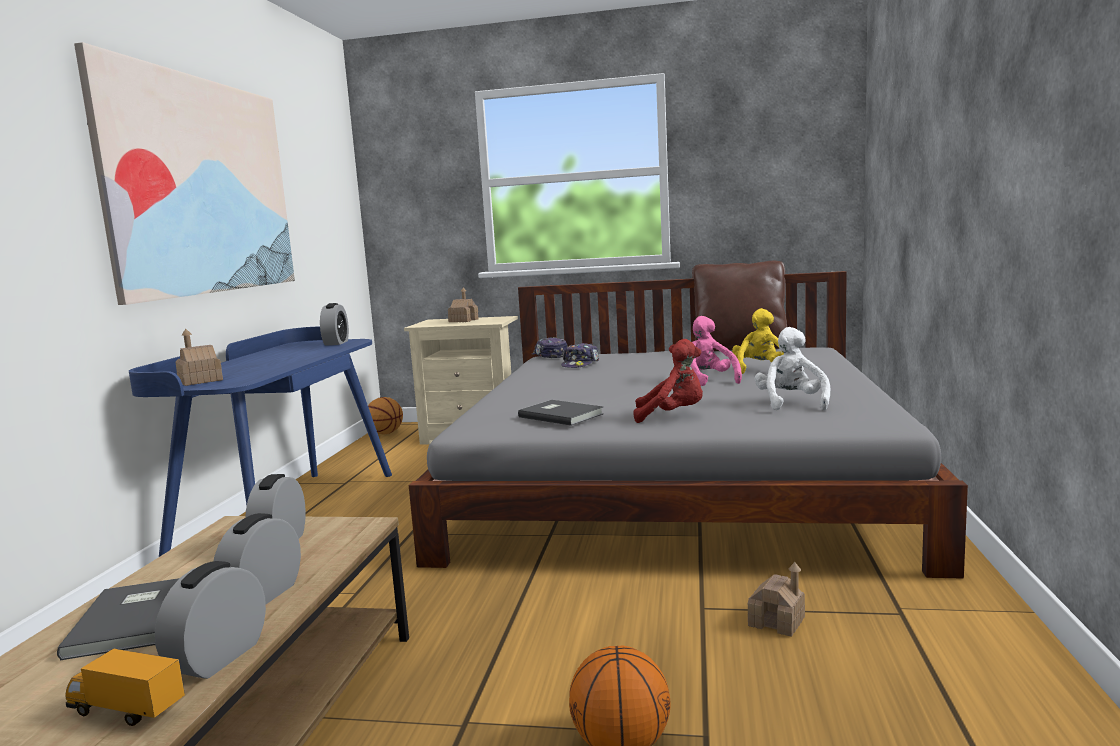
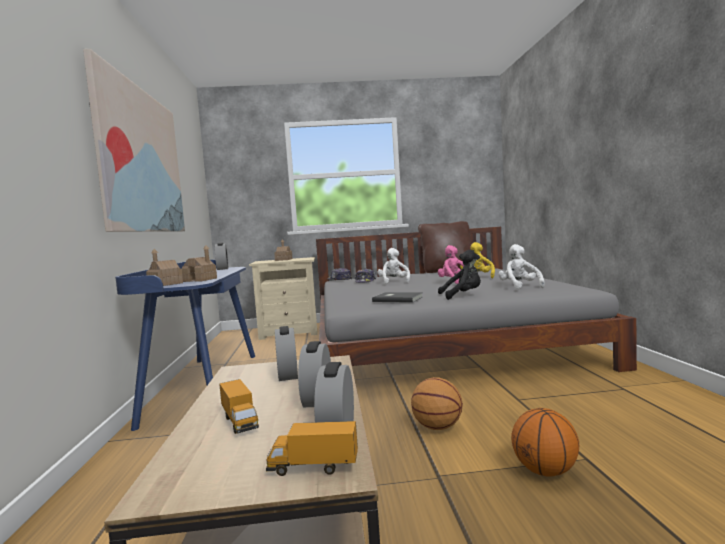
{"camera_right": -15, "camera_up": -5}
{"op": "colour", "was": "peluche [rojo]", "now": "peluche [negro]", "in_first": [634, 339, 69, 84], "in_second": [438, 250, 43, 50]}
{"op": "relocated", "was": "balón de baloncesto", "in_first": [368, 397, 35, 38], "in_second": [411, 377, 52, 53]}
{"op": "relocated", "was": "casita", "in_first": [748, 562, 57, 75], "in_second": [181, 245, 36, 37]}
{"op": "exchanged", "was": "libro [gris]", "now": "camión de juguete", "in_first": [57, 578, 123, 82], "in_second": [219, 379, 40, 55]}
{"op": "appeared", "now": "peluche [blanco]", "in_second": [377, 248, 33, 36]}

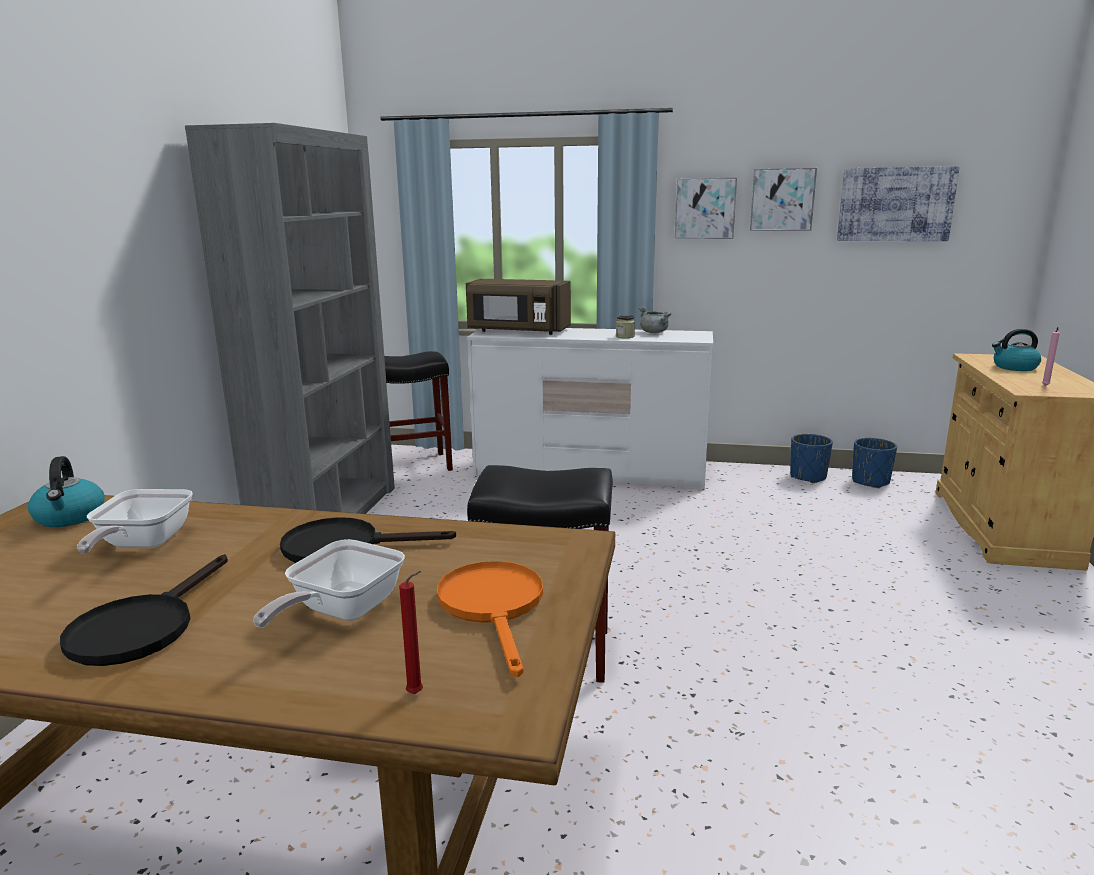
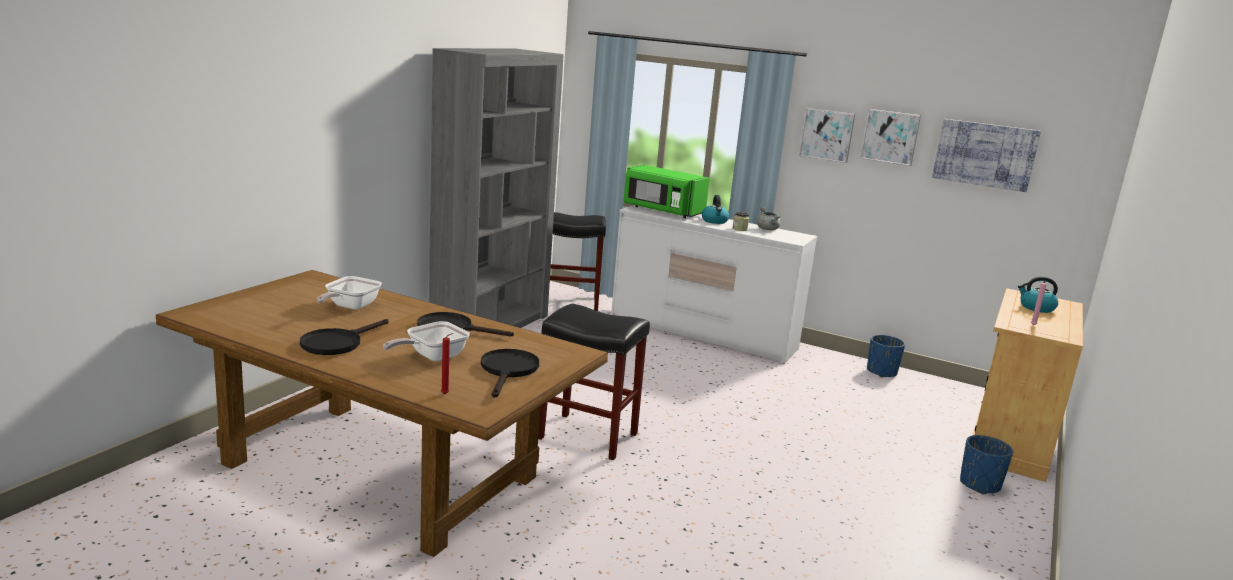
{"camera_right": 15, "camera_up": 0}
{"op": "colour", "was": "microondas [marrón]", "now": "microondas [verde]", "in_first": [466, 279, 105, 56], "in_second": [624, 165, 86, 53]}
{"op": "relocated", "was": "maceta [azul]", "in_first": [852, 438, 45, 50], "in_second": [960, 435, 53, 60]}
{"op": "relocated", "was": "hervidor", "in_first": [28, 456, 77, 71], "in_second": [702, 195, 27, 29]}
{"op": "colour", "was": "sartén [naranja]", "now": "sartén [negro]", "in_first": [437, 561, 106, 116], "in_second": [481, 349, 58, 49]}

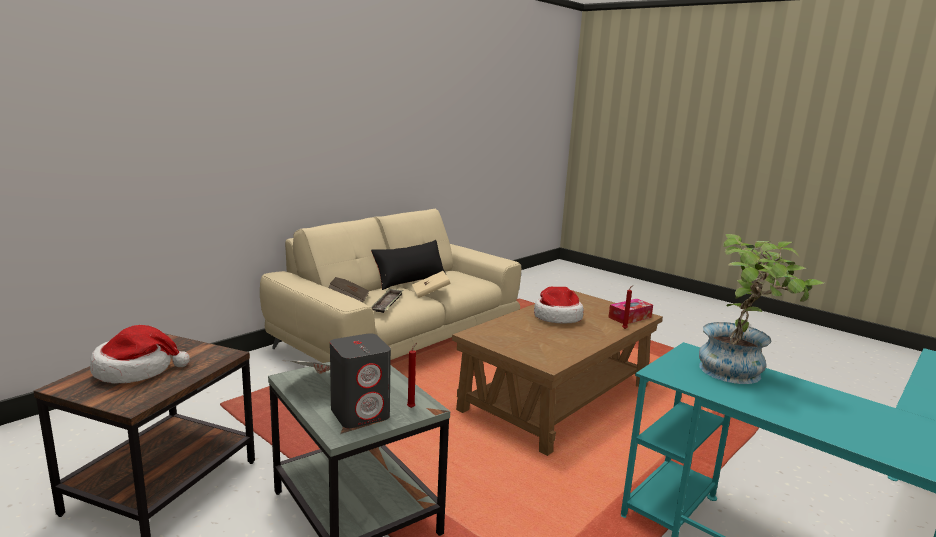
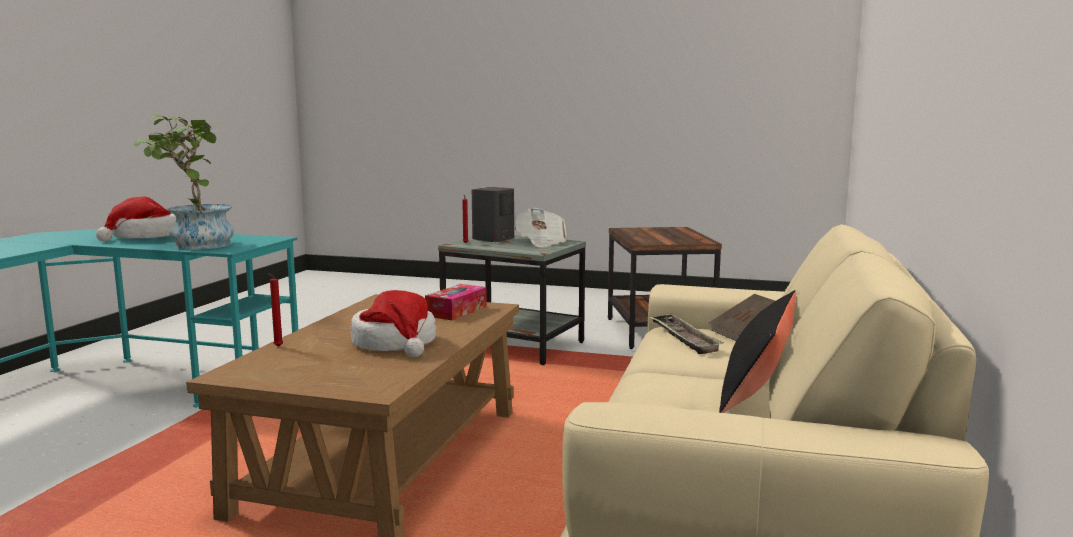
{"camera_right": 155, "camera_up": -5}
{"op": "missing", "was": "libro [beis]", "in_first": [412, 271, 39, 27]}
{"op": "relocated", "was": "caja de pañuelos", "in_first": [608, 299, 45, 25], "in_second": [425, 284, 62, 36]}
{"op": "relocated", "was": "sombrero", "in_first": [90, 325, 100, 59], "in_second": [96, 196, 80, 45]}

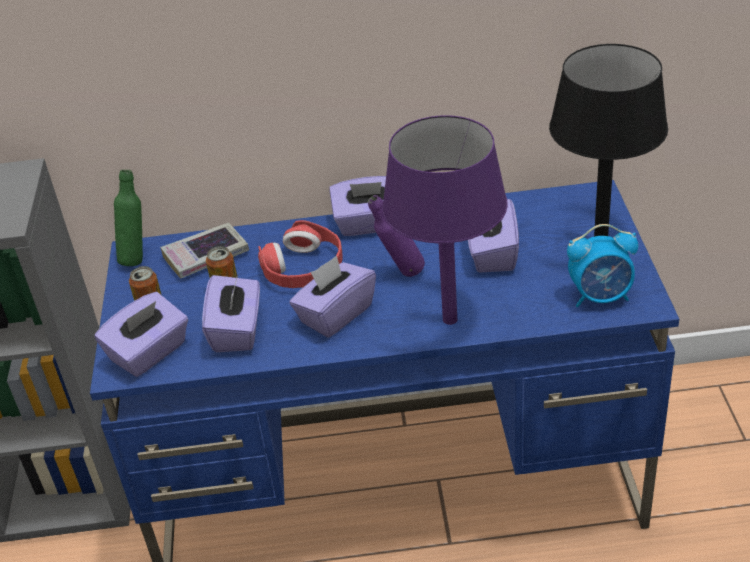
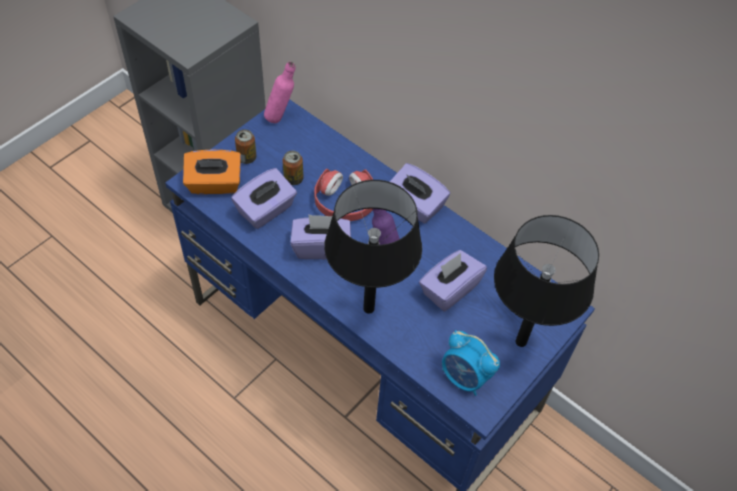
{"camera_right": 40, "camera_up": 15}
{"op": "colour", "was": "lámpara de mesa [morado]", "now": "lámpara de mesa [negro]", "in_first": [382, 115, 126, 210], "in_second": [324, 180, 98, 134]}
{"op": "colour", "was": "botella [verde]", "now": "botella [rosa]", "in_first": [114, 169, 29, 97], "in_second": [264, 62, 32, 61]}
{"op": "missing", "was": "libro", "in_first": [160, 223, 89, 56]}
{"op": "colour", "was": "caja de pañuelos [morado]", "now": "caja de pañuelos [naranja]", "in_first": [95, 292, 93, 85], "in_second": [183, 150, 58, 44]}

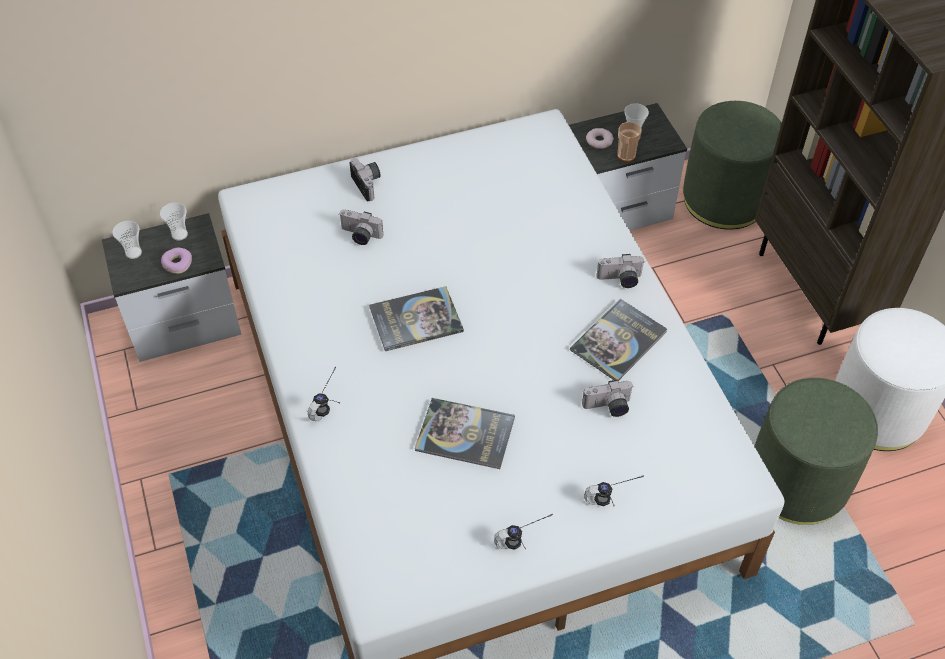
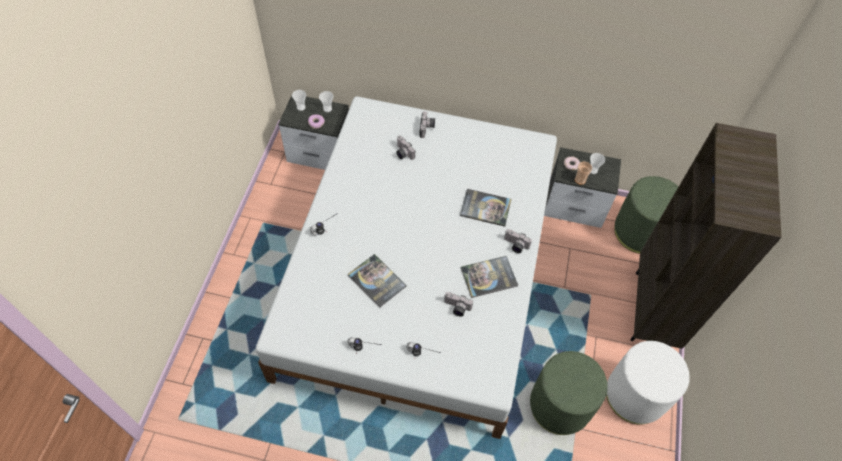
{"camera_right": 30, "camera_up": 5}
{"op": "relocated", "was": "libro", "in_first": [369, 286, 95, 65], "in_second": [460, 189, 51, 38]}

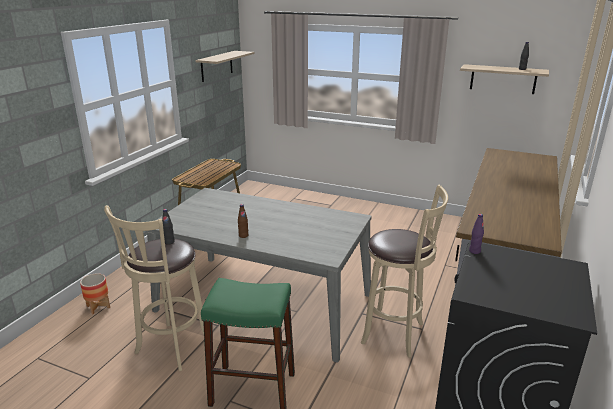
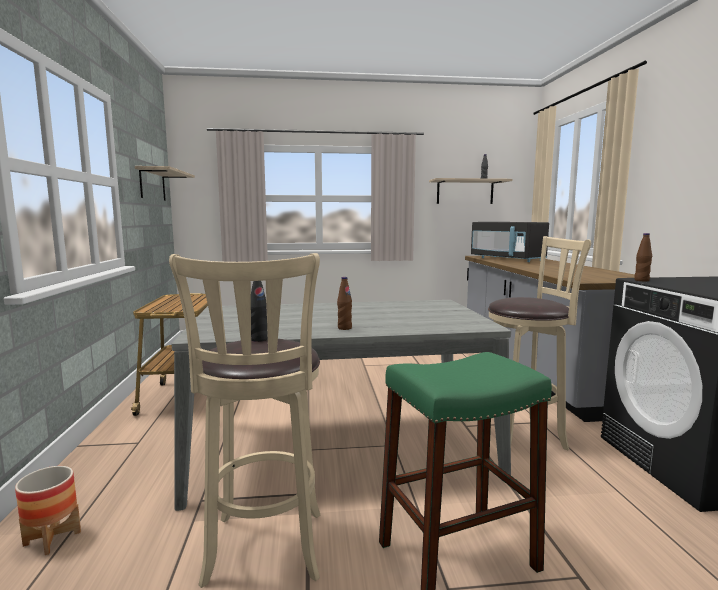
{"camera_right": -30, "camera_up": -15}
{"op": "colour", "was": "botella [morado]", "now": "botella [marrón]", "in_first": [469, 214, 15, 40], "in_second": [634, 233, 18, 48]}
{"op": "appeared", "now": "microondas [negro]", "in_second": [471, 222, 78, 40]}

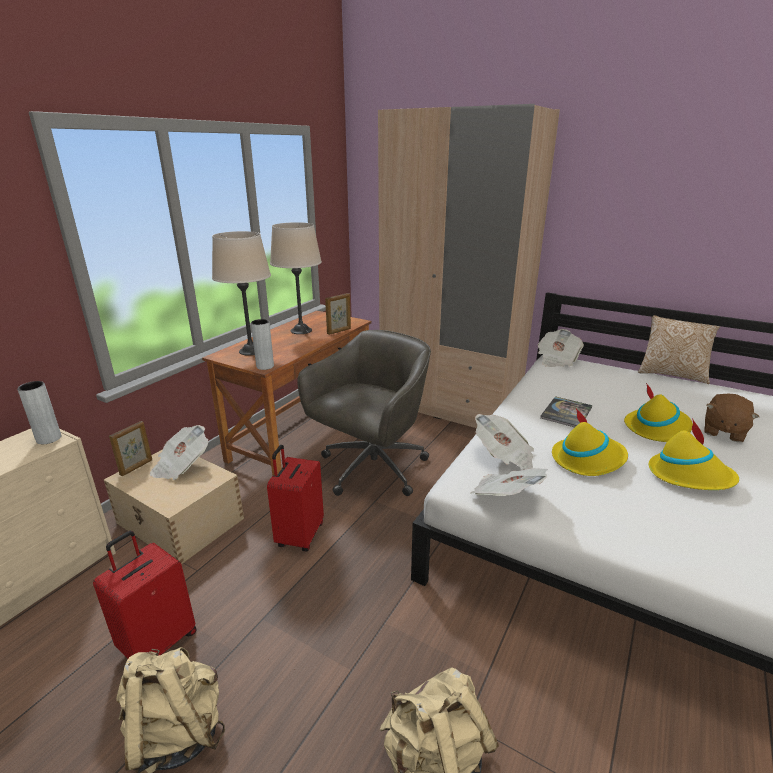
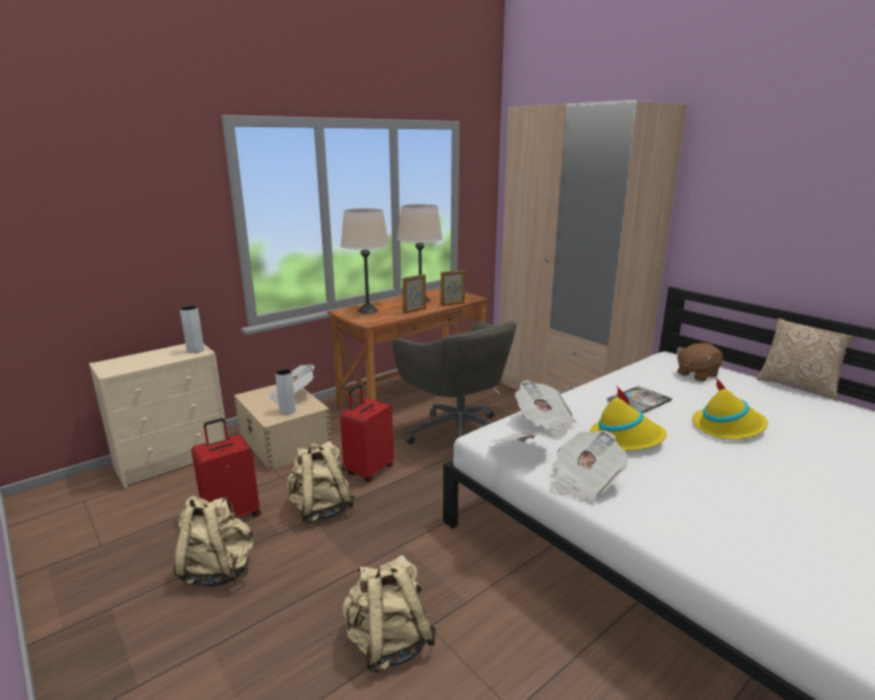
{"camera_right": 20, "camera_up": -5}
{"op": "relocated", "was": "florero [gris]", "in_first": [251, 319, 23, 51], "in_second": [275, 369, 21, 46]}
{"op": "relocated", "was": "periódico", "in_first": [538, 329, 46, 38], "in_second": [549, 431, 79, 69]}
{"op": "spun", "was": "silla de oficina [gris]", "in_first": [297, 330, 134, 166], "in_second": [393, 321, 124, 123], "clockwise": 90}
{"op": "relocated", "was": "peluche [marrón]", "in_first": [704, 394, 55, 48], "in_second": [677, 343, 46, 38]}
{"op": "missing", "was": "sombrero [amarillo]", "in_first": [649, 418, 90, 72]}
{"op": "relocated", "was": "portarretratos", "in_first": [109, 421, 43, 55], "in_second": [402, 274, 24, 39]}
{"op": "appeared", "now": "mochila [beis]", "in_second": [287, 441, 69, 82]}

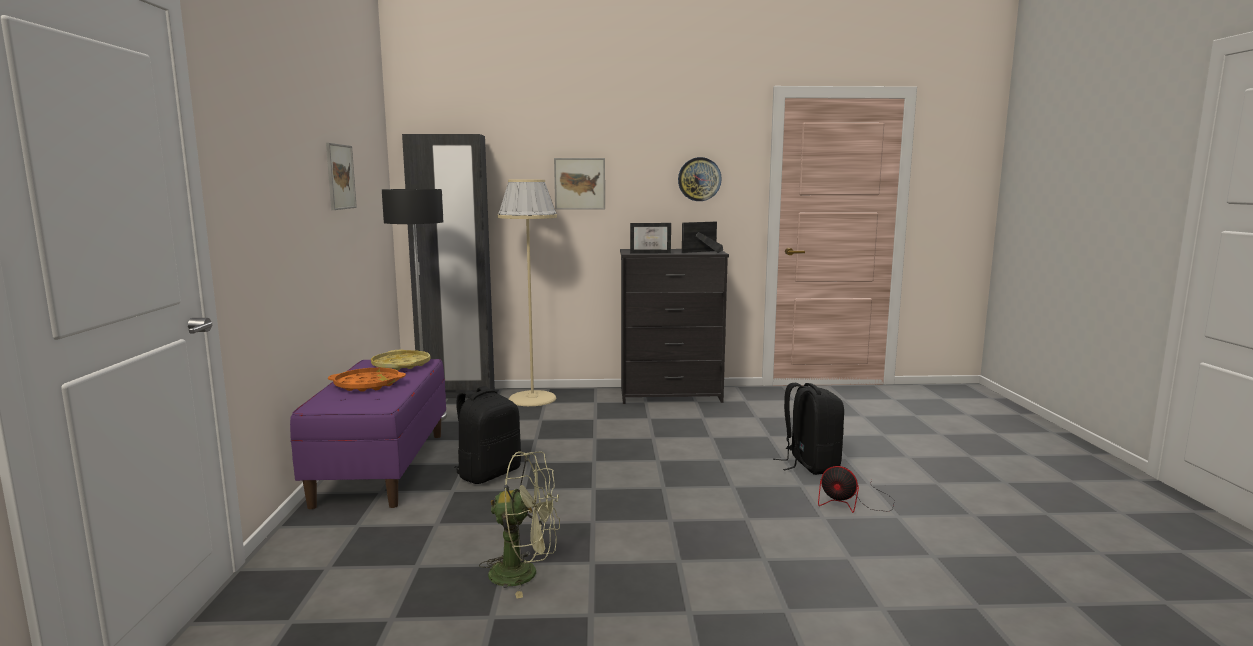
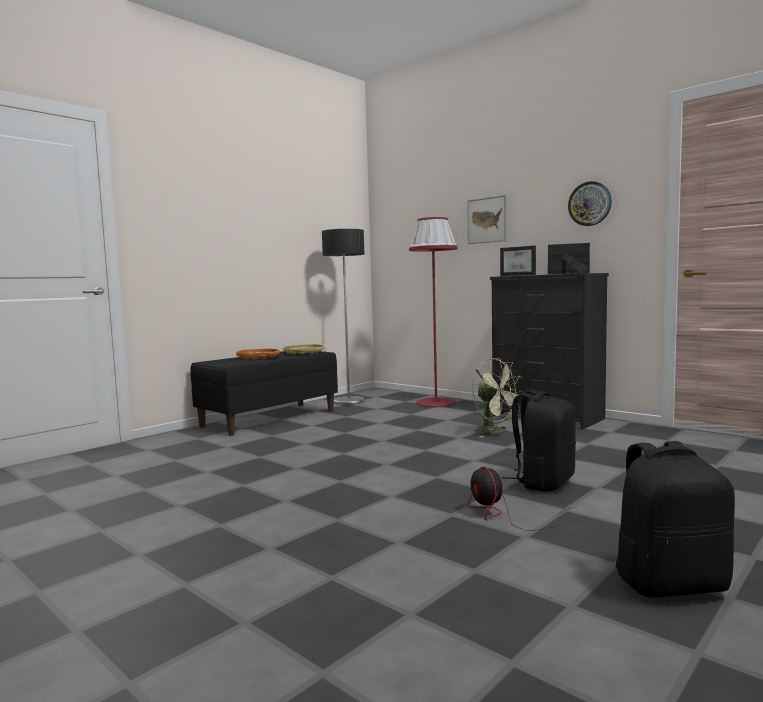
{"camera_right": 45, "camera_up": -5}
{"op": "missing", "was": "armario ropero [negro]", "in_first": [402, 134, 93, 264]}
{"op": "missing", "was": "cuadro", "in_first": [326, 143, 31, 67]}
{"op": "colour", "was": "lámpara de pie [beis]", "now": "lámpara de pie [rojo]", "in_first": [498, 180, 59, 226], "in_second": [409, 217, 49, 190]}
{"op": "colour", "was": "banco [morado]", "now": "banco [negro]", "in_first": [290, 359, 156, 150], "in_second": [190, 351, 148, 85]}
{"op": "relocated", "was": "mochila [negro]", "in_first": [455, 386, 66, 98], "in_second": [616, 441, 119, 157]}
{"op": "relocated", "was": "ventilador [verde]", "in_first": [479, 451, 81, 148], "in_second": [472, 358, 50, 80]}

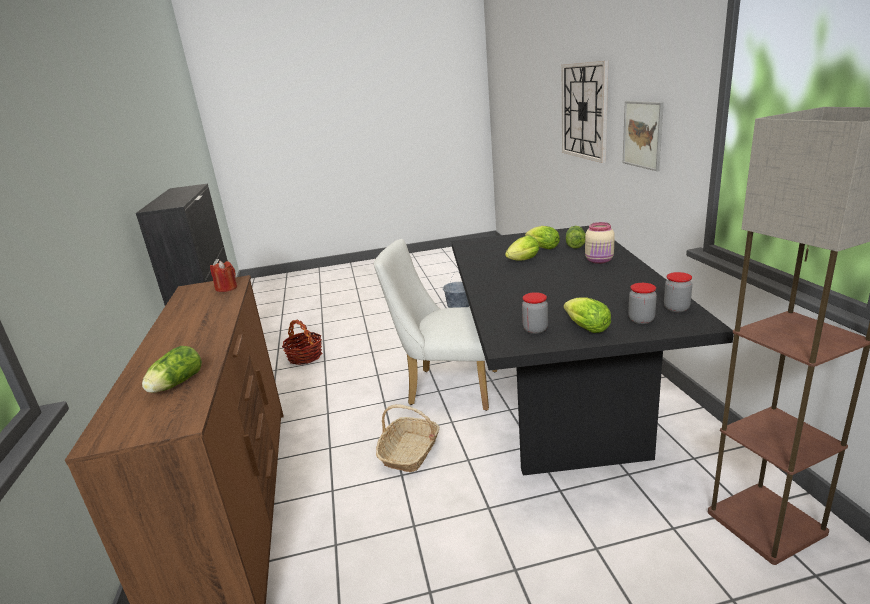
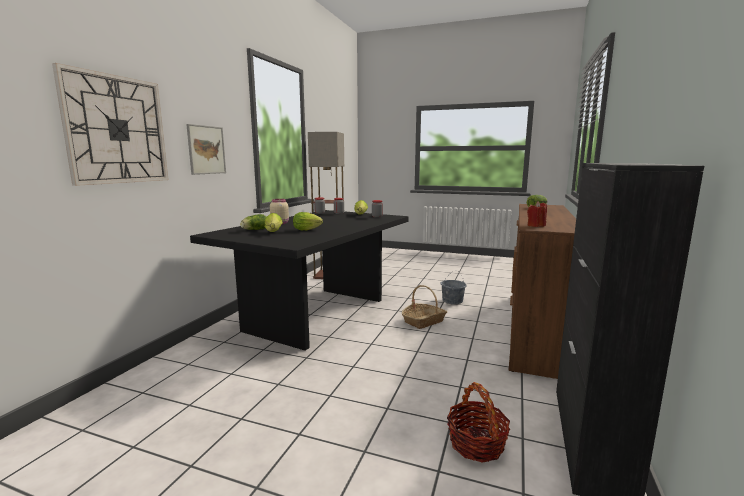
{"camera_right": -150, "camera_up": -10}
{"op": "missing", "was": "silla [blanco]", "in_first": [374, 239, 123, 172]}
{"op": "relocated", "was": "cubo [gris]", "in_first": [443, 273, 26, 35], "in_second": [441, 272, 26, 32]}

